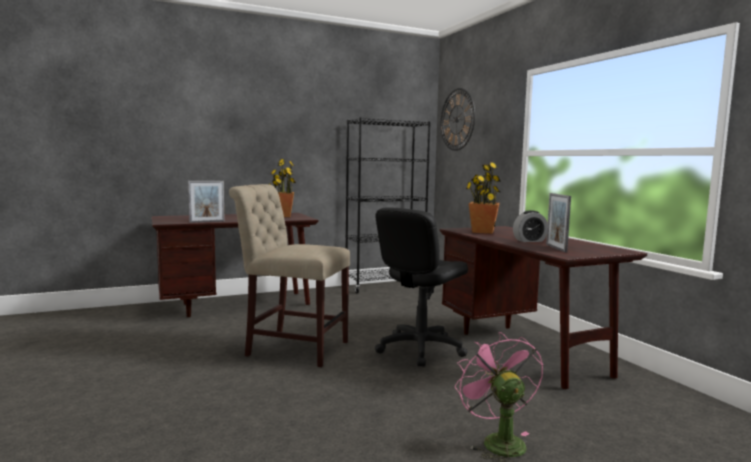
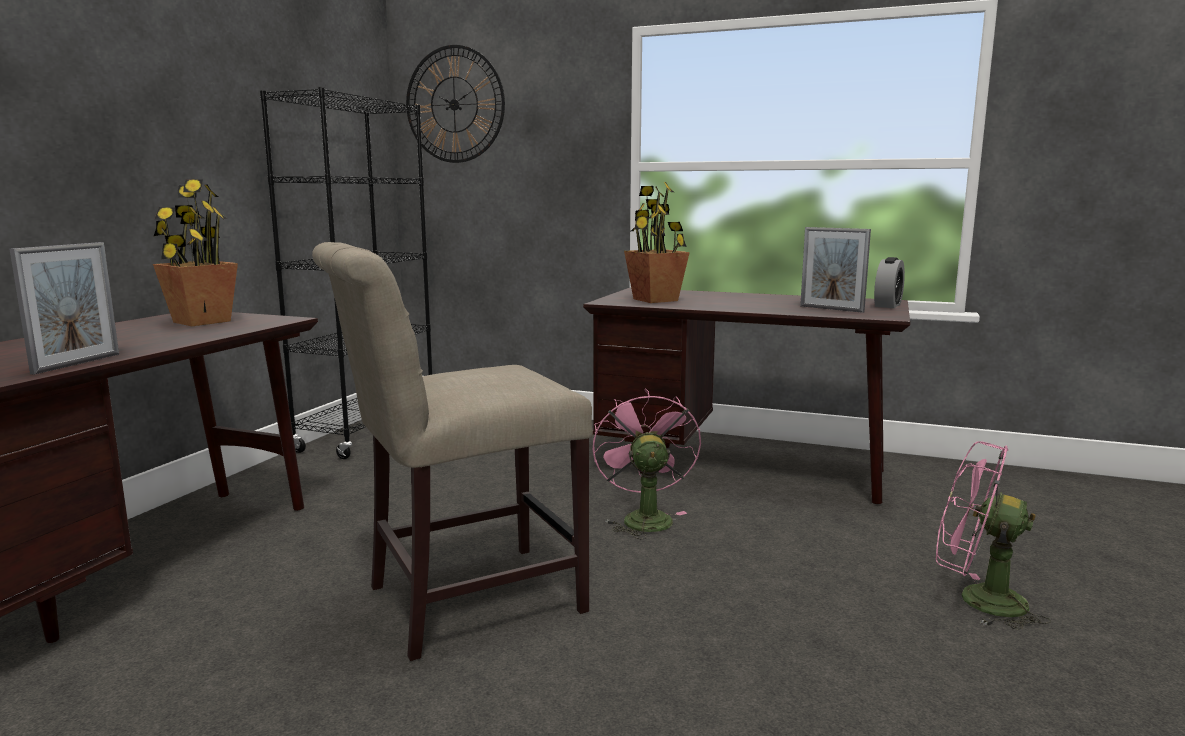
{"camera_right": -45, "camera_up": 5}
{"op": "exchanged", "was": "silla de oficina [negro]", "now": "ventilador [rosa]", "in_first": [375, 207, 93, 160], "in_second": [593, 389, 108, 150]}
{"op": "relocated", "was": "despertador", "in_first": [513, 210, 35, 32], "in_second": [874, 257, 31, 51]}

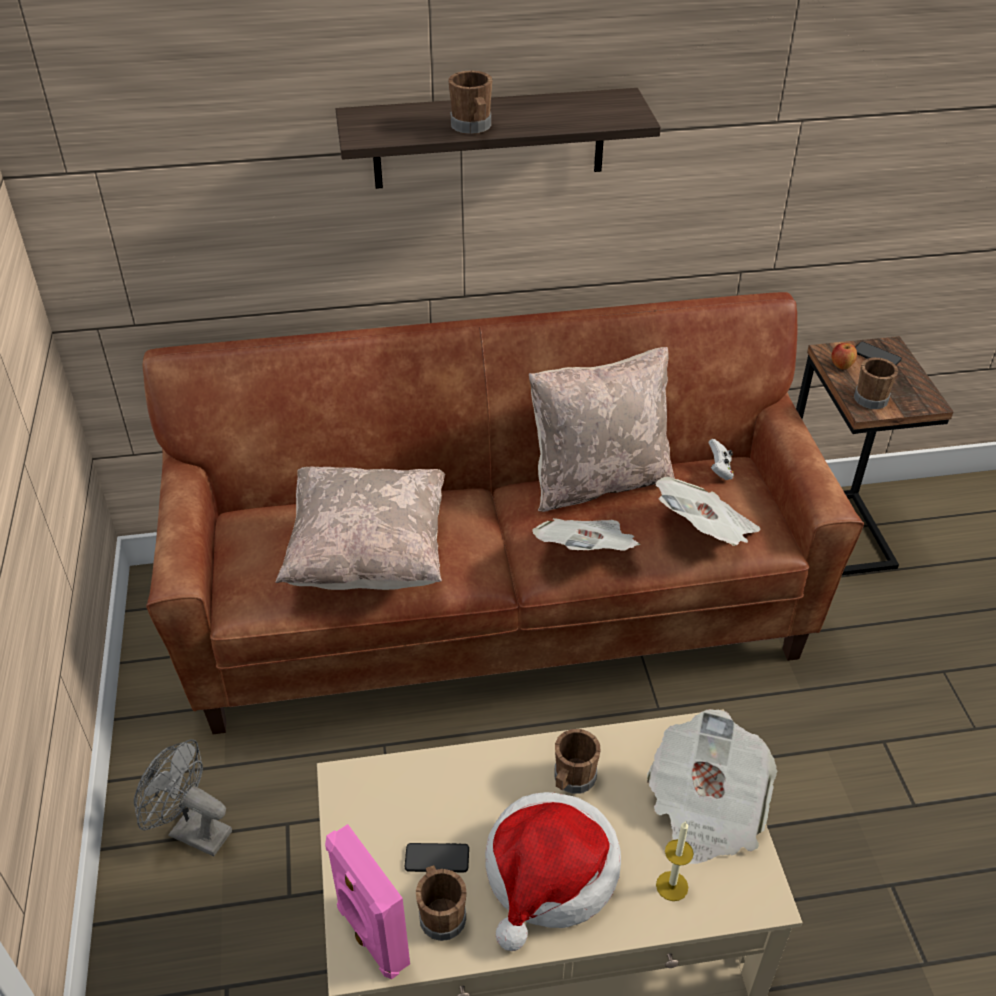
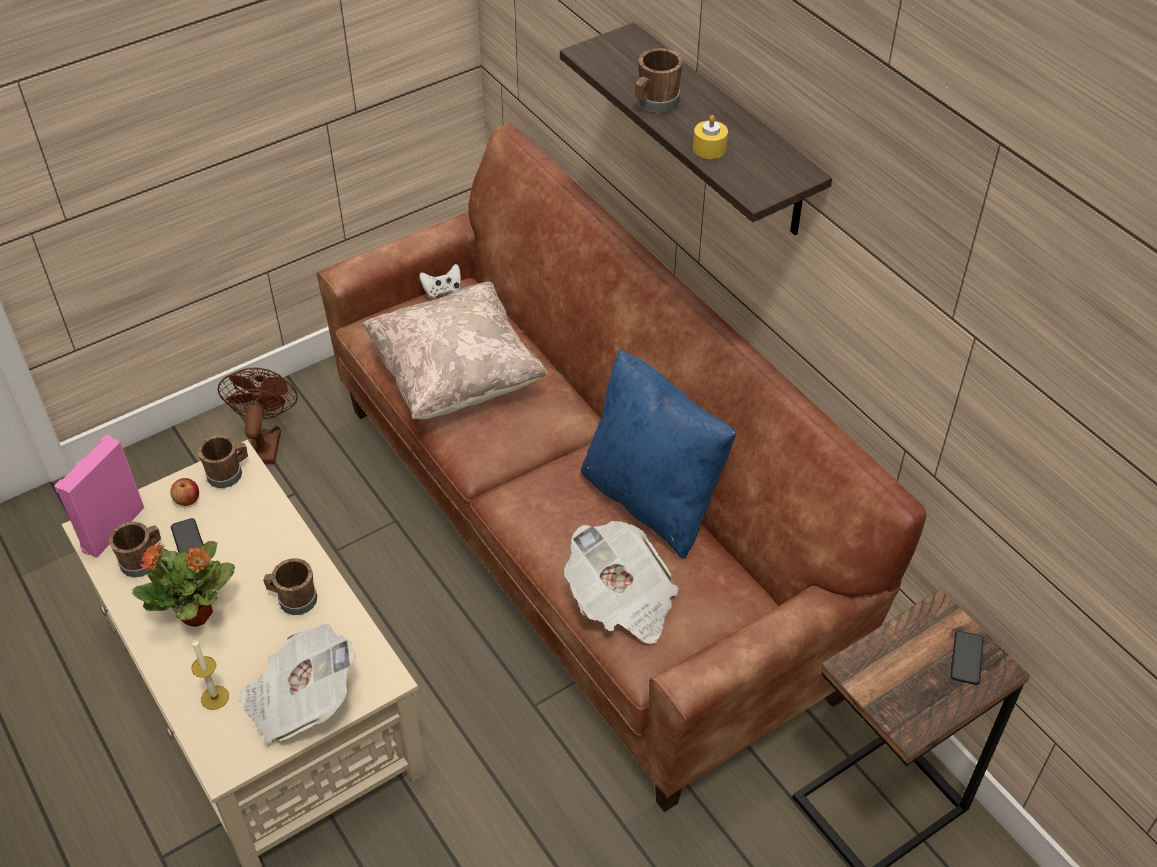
{"camera_right": 65, "camera_up": 5}
{"op": "relocated", "was": "manzana", "in_first": [832, 343, 25, 27], "in_second": [170, 478, 29, 28]}
{"op": "colour", "was": "cojín [beis]", "now": "cojín [azul]", "in_first": [529, 347, 146, 165], "in_second": [581, 349, 155, 210]}
{"op": "relocated", "was": "taza grande [marrón]", "in_first": [854, 357, 44, 52], "in_second": [198, 435, 50, 53]}
{"op": "relocated", "was": "mando de consola [blanco]", "in_first": [708, 439, 26, 41], "in_second": [419, 264, 42, 34]}
{"op": "missing", "was": "periódico", "in_first": [532, 518, 108, 33]}
{"op": "colour", "was": "ventilador [gris]", "now": "ventilador [marrón]", "in_first": [134, 739, 98, 117], "in_second": [218, 367, 80, 97]}
{"op": "exchanged", "was": "sombrero", "now": "planta en maceta", "in_first": [485, 792, 136, 159], "in_second": [132, 541, 103, 86]}
{"op": "appeared", "now": "vela [amarillo]", "in_second": [693, 115, 35, 44]}

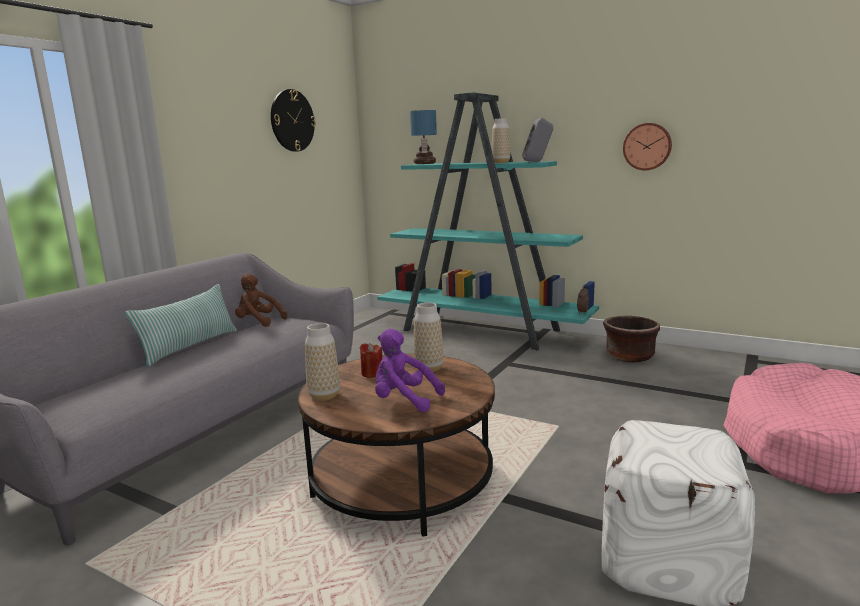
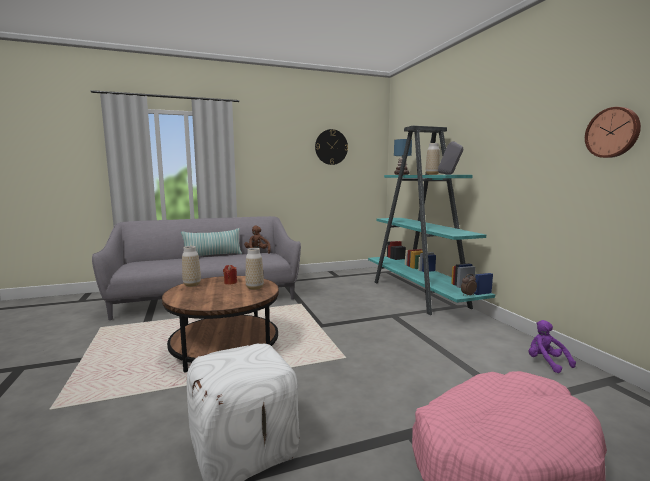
{"camera_right": 40, "camera_up": -5}
{"op": "relocated", "was": "reloj de pared", "in_first": [623, 123, 49, 47], "in_second": [585, 107, 56, 51]}
{"op": "missing", "was": "maceta [marrón]", "in_first": [603, 316, 57, 46]}
{"op": "relocated", "was": "peluche [morado]", "in_first": [375, 329, 70, 83], "in_second": [528, 320, 48, 53]}

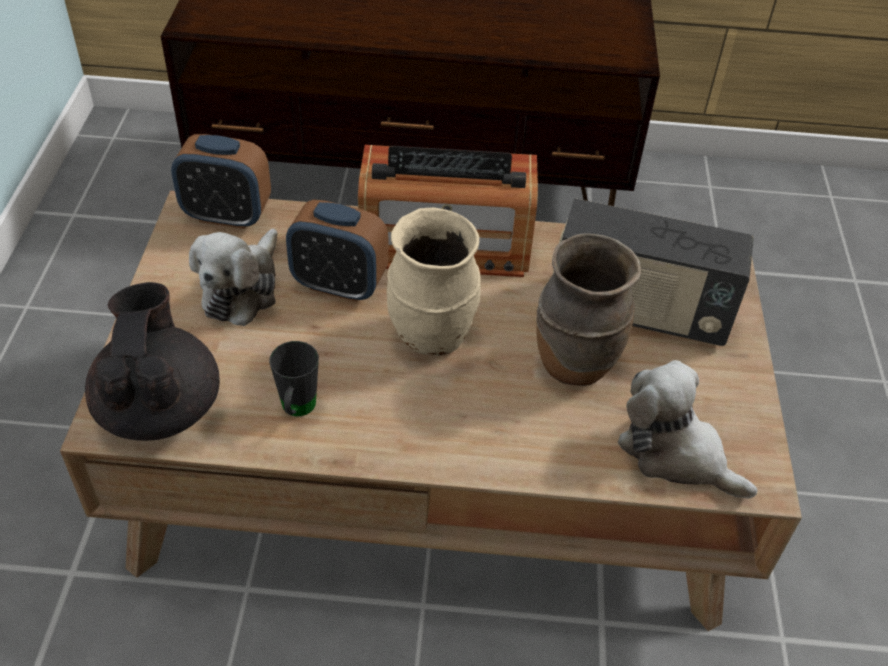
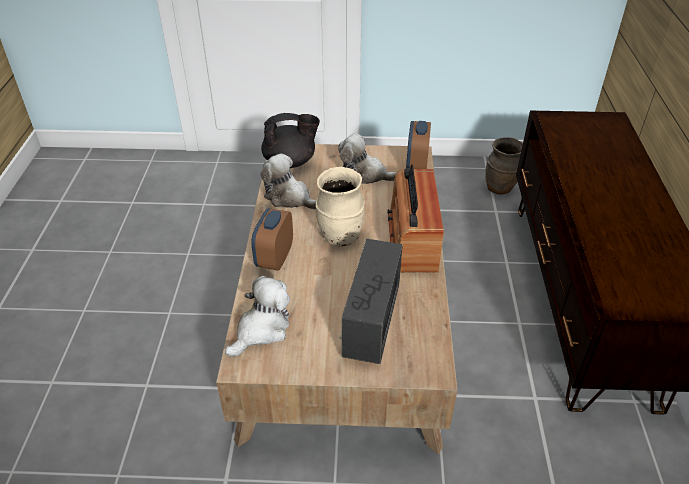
{"camera_right": 90, "camera_up": -5}
{"op": "relocated", "was": "despertador", "in_first": [286, 200, 102, 102], "in_second": [251, 208, 42, 63]}
{"op": "relocated", "was": "florero [marrón]", "in_first": [536, 233, 105, 153], "in_second": [485, 137, 38, 58]}
{"op": "exchanged", "was": "taza grande [negro]", "now": "peluche", "in_first": [269, 341, 50, 75], "in_second": [260, 153, 56, 56]}

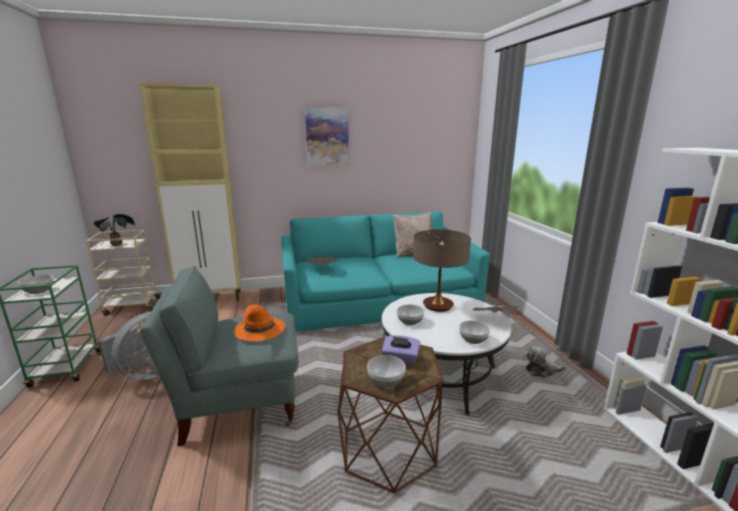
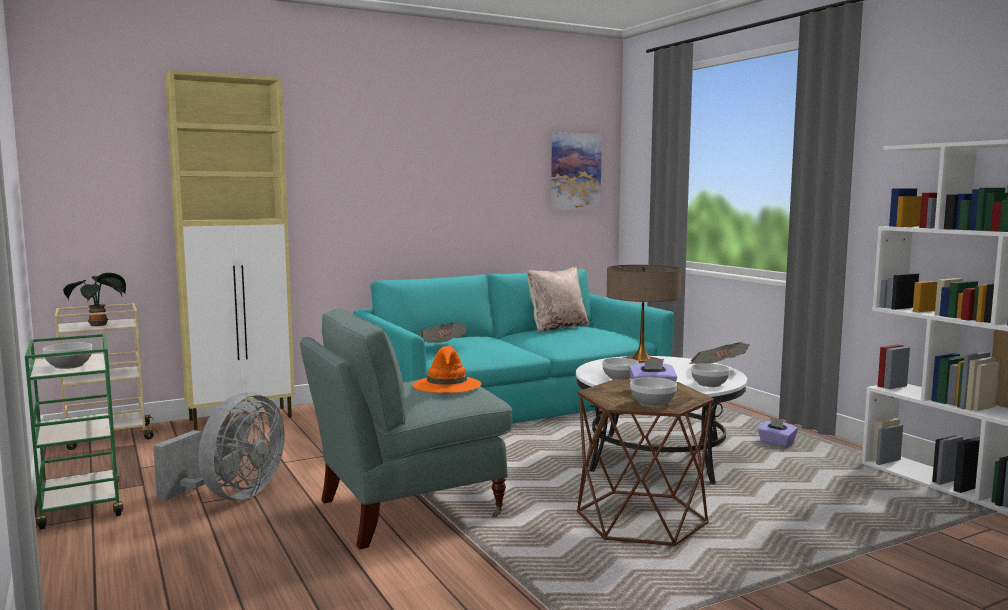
{"camera_right": -15, "camera_up": -10}
{"op": "relocated", "was": "cuadro", "in_first": [305, 108, 44, 59], "in_second": [551, 132, 51, 78]}
{"op": "exchanged", "was": "peluche", "now": "caja de pañuelos [morado]", "in_first": [526, 346, 40, 32], "in_second": [758, 417, 40, 30]}

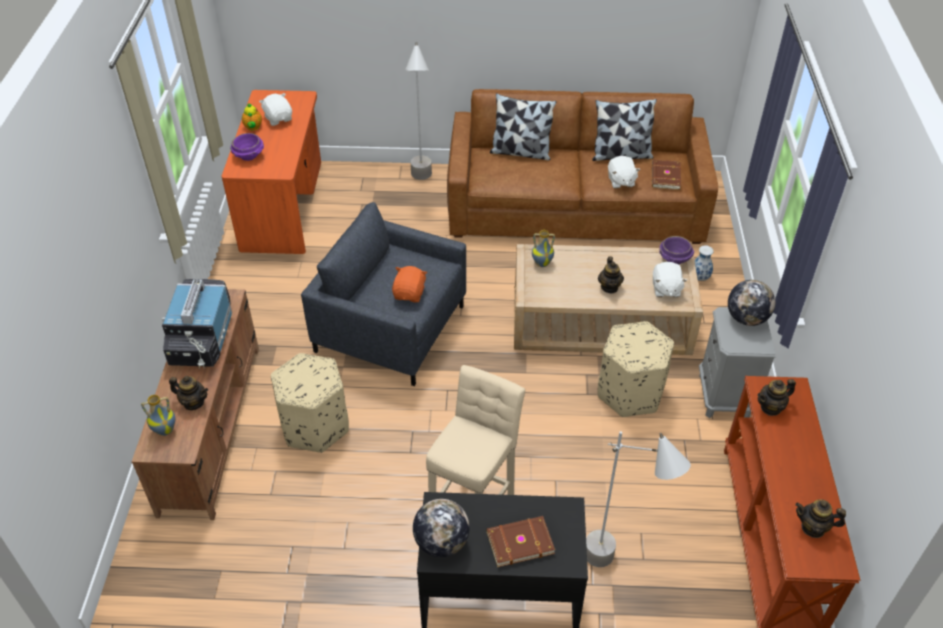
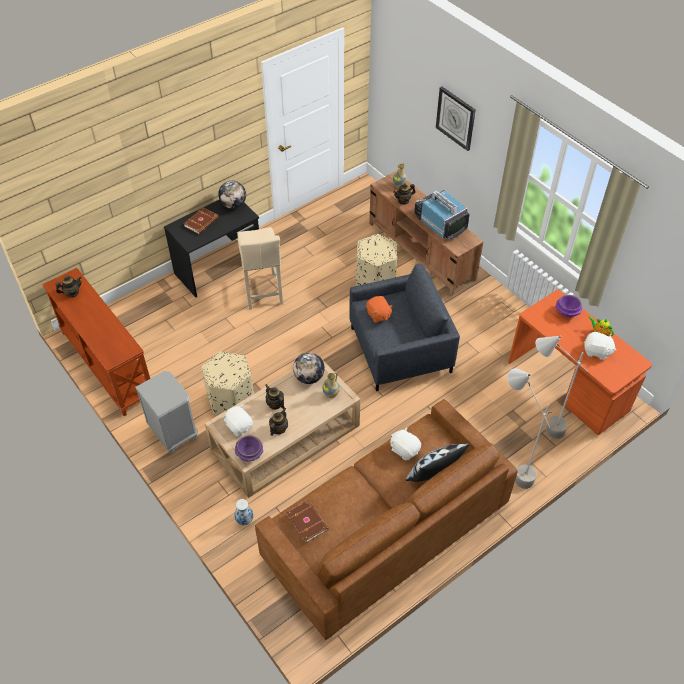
{"camera_right": 140, "camera_up": 5}
{"op": "missing", "was": "cojín", "in_first": [592, 99, 65, 62]}
{"op": "relocated", "was": "peluche [blanco]", "in_first": [608, 156, 32, 33], "in_second": [390, 427, 31, 33]}
{"op": "relocated", "was": "globo terráqueo", "in_first": [728, 280, 47, 46], "in_second": [293, 352, 32, 32]}
{"op": "relocated", "was": "tetera", "in_first": [757, 379, 39, 37], "in_second": [269, 408, 19, 28]}
{"op": "relocated", "was": "lámpara de pie [gris]", "in_first": [586, 431, 105, 136], "in_second": [536, 336, 52, 103]}
{"op": "appeared", "now": "reloj de pared", "in_second": [436, 86, 40, 65]}

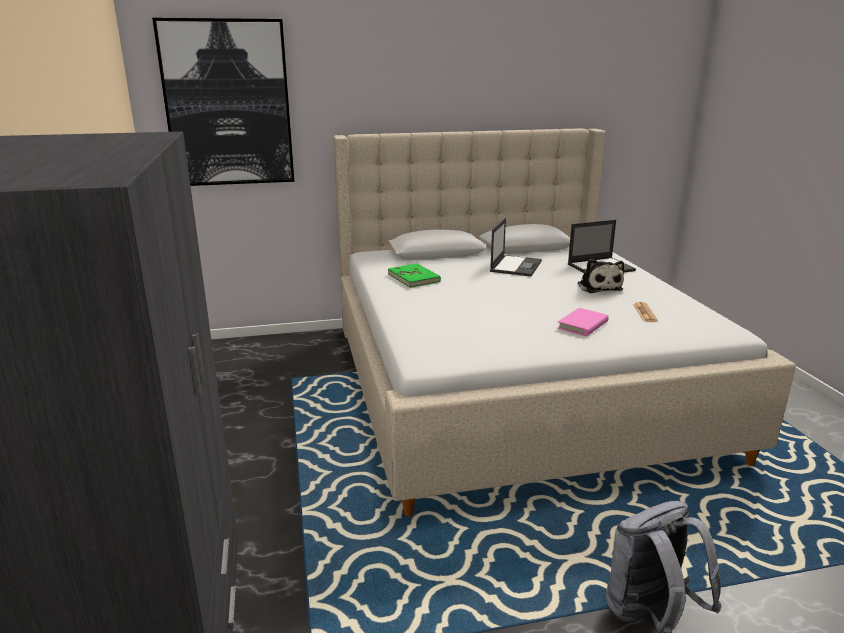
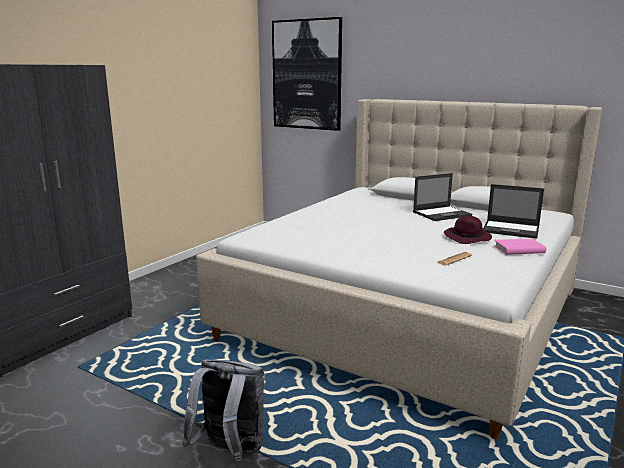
{"camera_right": 45, "camera_up": -5}
{"op": "exchanged", "was": "peluche", "now": "sombrero [morado]", "in_first": [577, 259, 47, 34], "in_second": [444, 216, 48, 28]}
{"op": "missing", "was": "libro [verde]", "in_first": [388, 263, 53, 25]}
{"op": "relocated", "was": "libro [rosa]", "in_first": [557, 308, 52, 28], "in_second": [494, 239, 52, 16]}

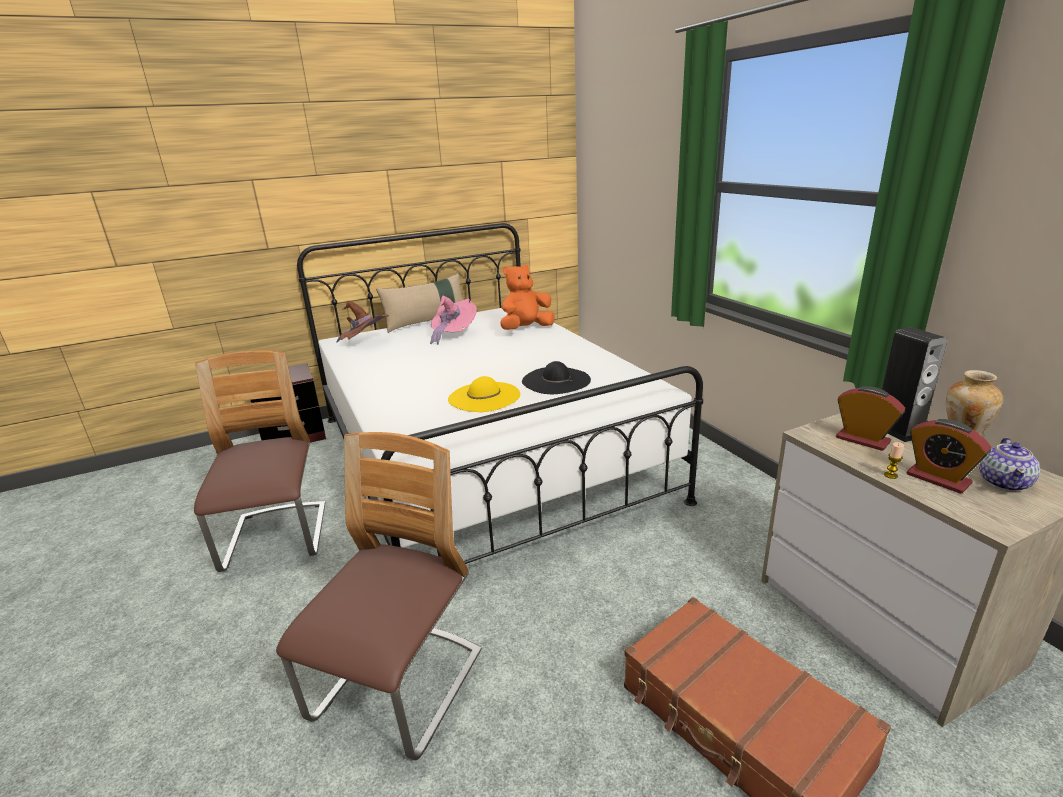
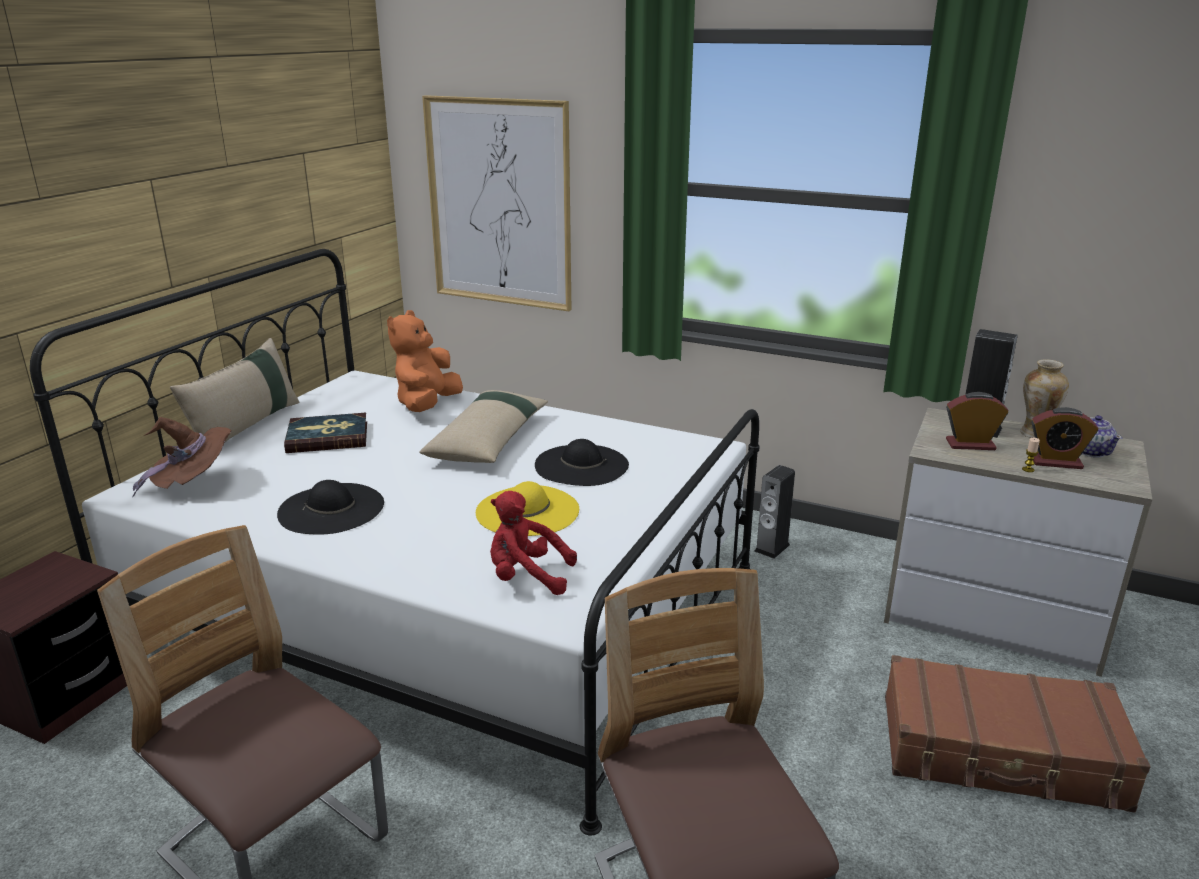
{"camera_right": -40, "camera_up": 0}
{"op": "exchanged", "was": "sombrero [rosa]", "now": "libro", "in_first": [430, 296, 47, 49], "in_second": [284, 413, 83, 40]}
{"op": "appeared", "now": "cuadro", "in_second": [422, 95, 149, 216]}
{"op": "appeared", "now": "cojín [beis]", "in_second": [420, 390, 128, 73]}
{"op": "appeared", "now": "altavoz", "in_second": [754, 465, 41, 94]}
{"op": "appeared", "now": "sombrero [negro]", "in_second": [277, 480, 107, 54]}
{"op": "appeared", "now": "peluche [rojo]", "in_second": [490, 491, 87, 104]}

